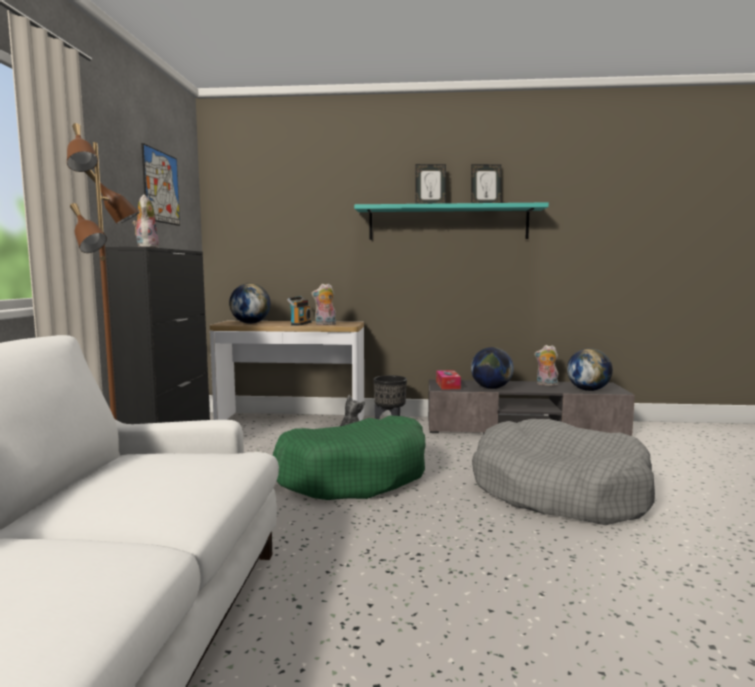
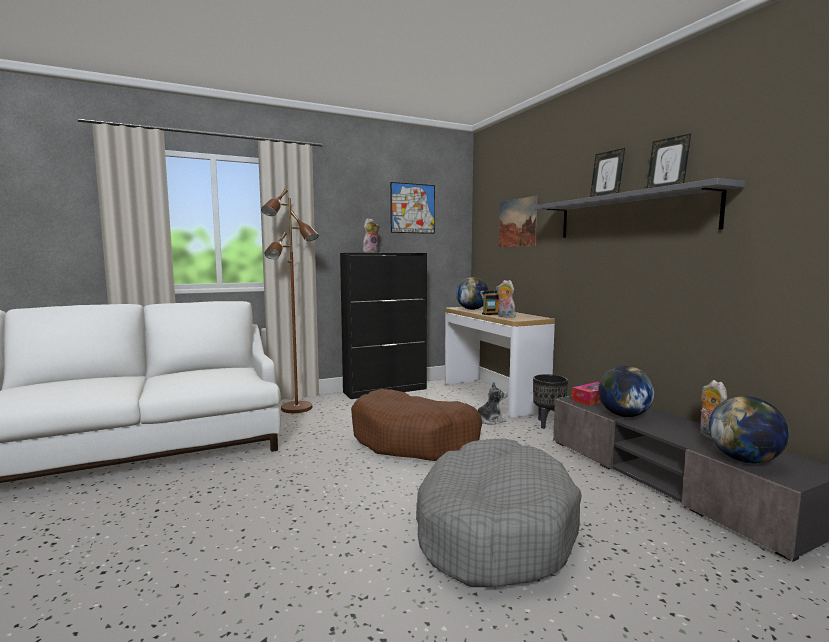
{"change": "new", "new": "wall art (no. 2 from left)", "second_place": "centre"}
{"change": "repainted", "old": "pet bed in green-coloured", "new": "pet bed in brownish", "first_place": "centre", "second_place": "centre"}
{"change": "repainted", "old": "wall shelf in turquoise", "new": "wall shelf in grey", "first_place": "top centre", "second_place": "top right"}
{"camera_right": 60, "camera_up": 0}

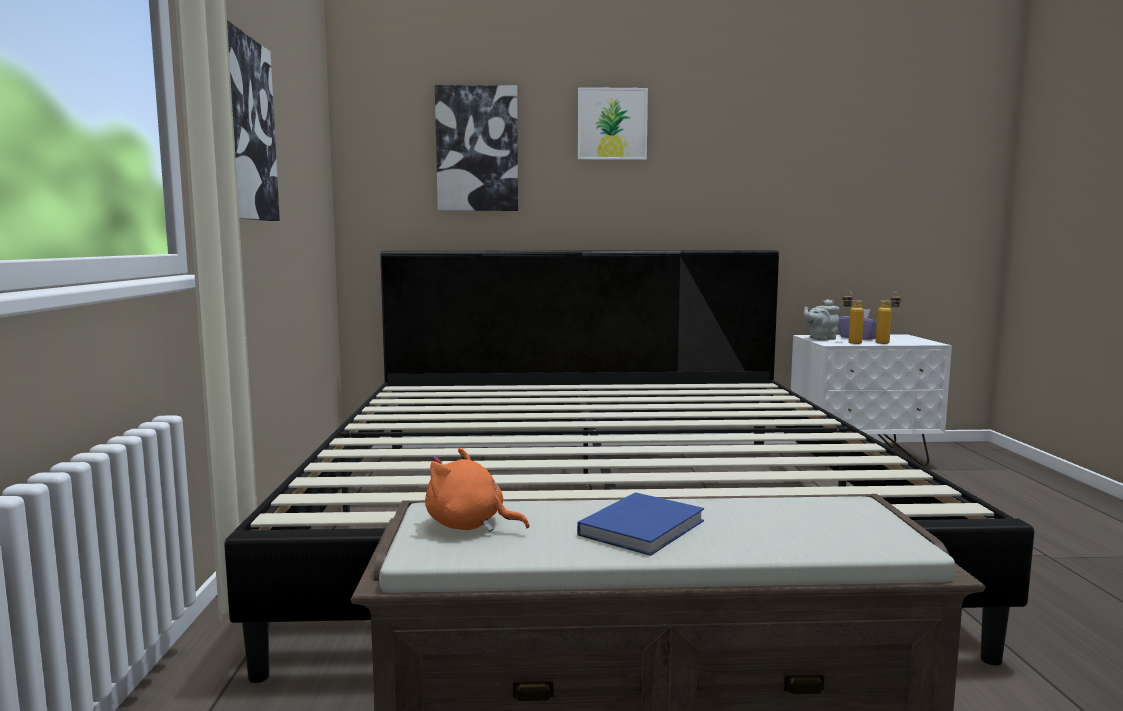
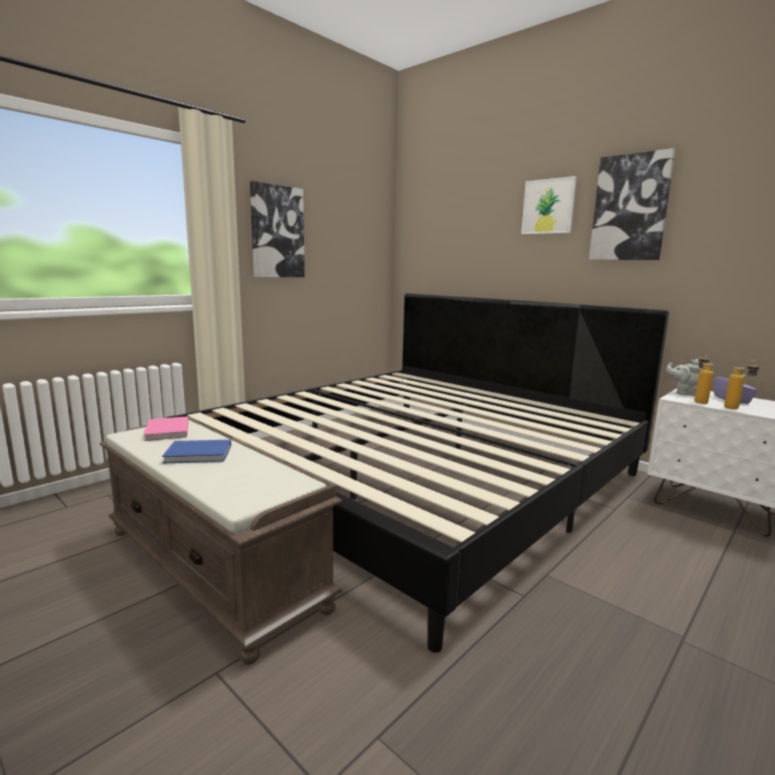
{"change": "shifted", "old": "wall art (no. 2 from left in the first image)", "new": "wall art (no. 3 from left)", "first_place": "top centre", "second_place": "top right"}
{"change": "swapped", "old": "cuddly toy in orange-coloured", "new": "book in pink", "first_place": "bottom centre", "second_place": "middle left"}
{"camera_right": 45, "camera_up": 5}

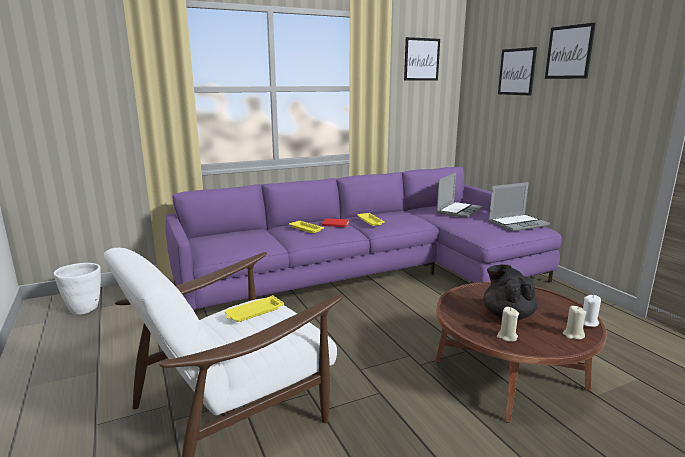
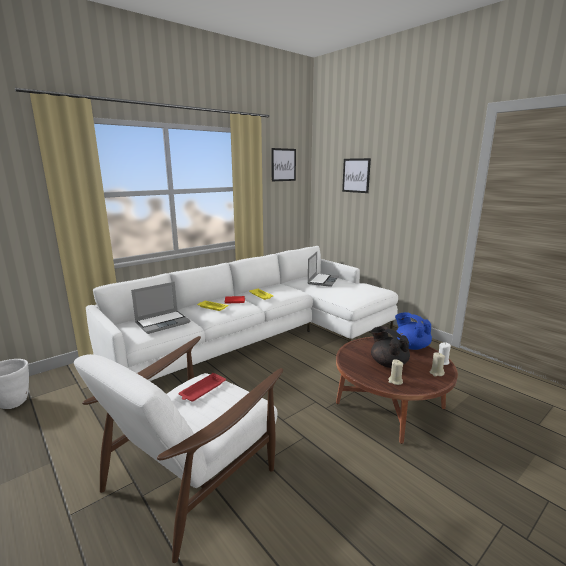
{"change": "gone", "old": "wall art (no. 3 from left)", "first_place": "top right"}
{"change": "new", "new": "pot for tea in bluish", "second_place": "middle right"}
{"change": "shifted", "old": "notebook computer (no. 2 from left in the first image)", "new": "notebook computer (no. 1 from left)", "first_place": "middle right", "second_place": "middle left"}
{"change": "repainted", "old": "settee in purple-coloured", "new": "settee in white-coloured", "first_place": "centre", "second_place": "centre"}
{"change": "repainted", "old": "carrying tray in yellow (no. 1 from left)", "new": "carrying tray in reddish", "first_place": "bottom centre", "second_place": "bottom centre"}
{"camera_right": -15, "camera_up": 0}

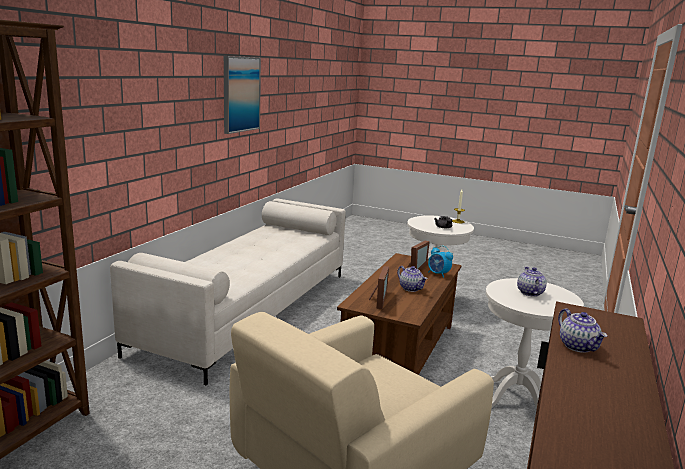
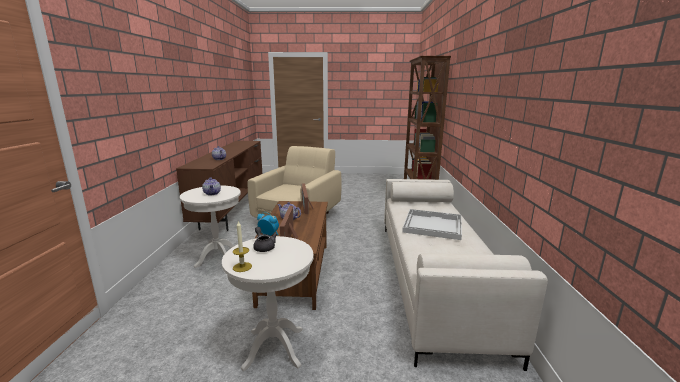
{"change": "gone", "old": "wall art", "first_place": "top centre"}
{"change": "new", "new": "carrying tray in white-coloured", "second_place": "centre"}
{"camera_right": 160, "camera_up": 0}

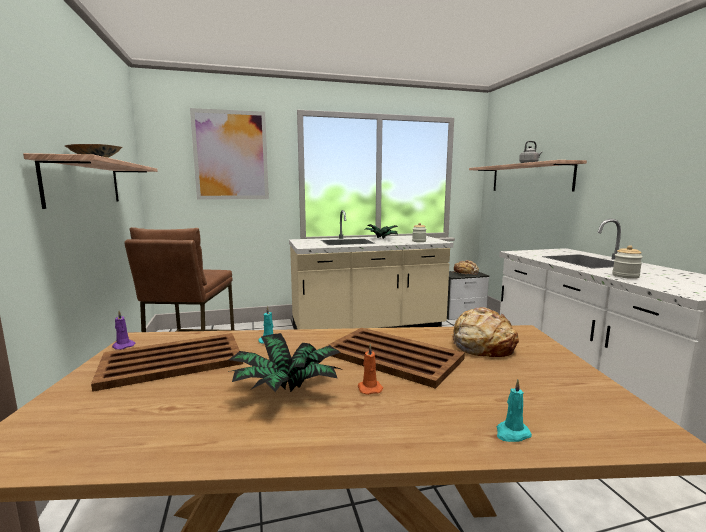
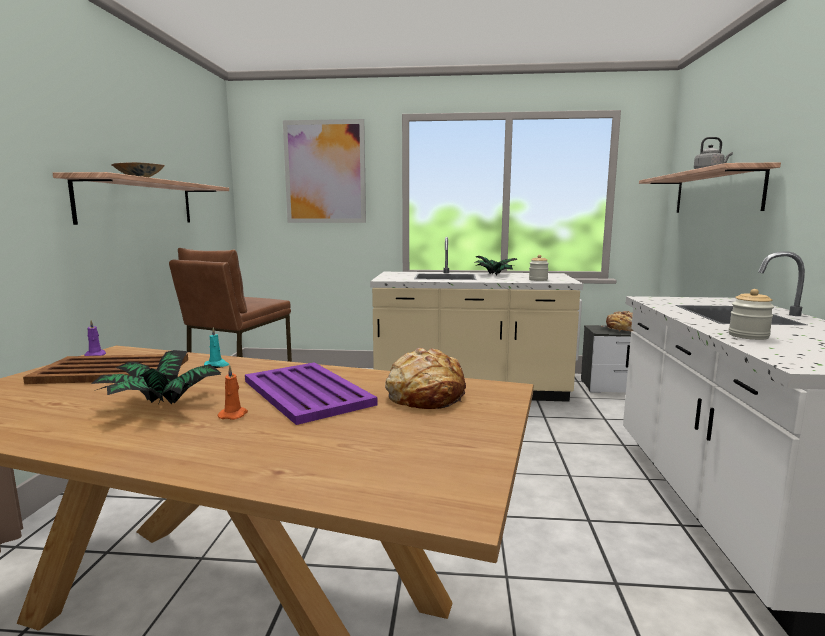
{"change": "gone", "old": "wax candle in turquoise (no. 2 from left)", "first_place": "bottom right"}
{"change": "repainted", "old": "carrying tray in brownish (no. 2 from left)", "new": "carrying tray in purple-coloured", "first_place": "bottom centre", "second_place": "centre"}
{"camera_right": 20, "camera_up": 0}

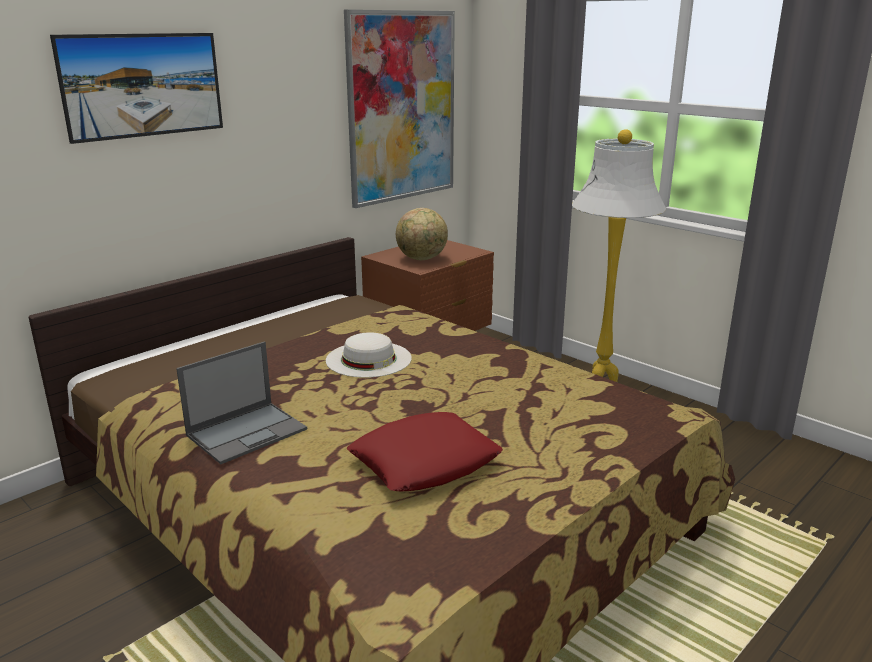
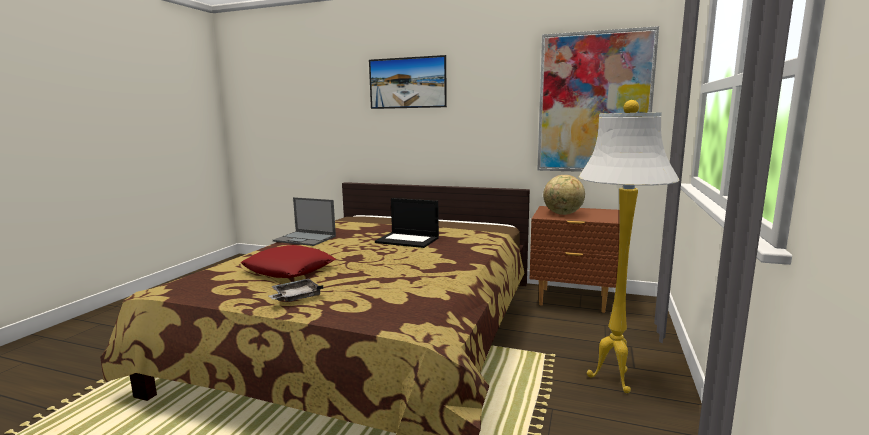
{"change": "new", "new": "carrying tray in grey", "second_place": "bottom centre"}
{"change": "swapped", "old": "wearable hat in white-coloured", "new": "notebook computer (no. 2 from left)", "first_place": "centre", "second_place": "centre"}
{"camera_right": 65, "camera_up": -10}

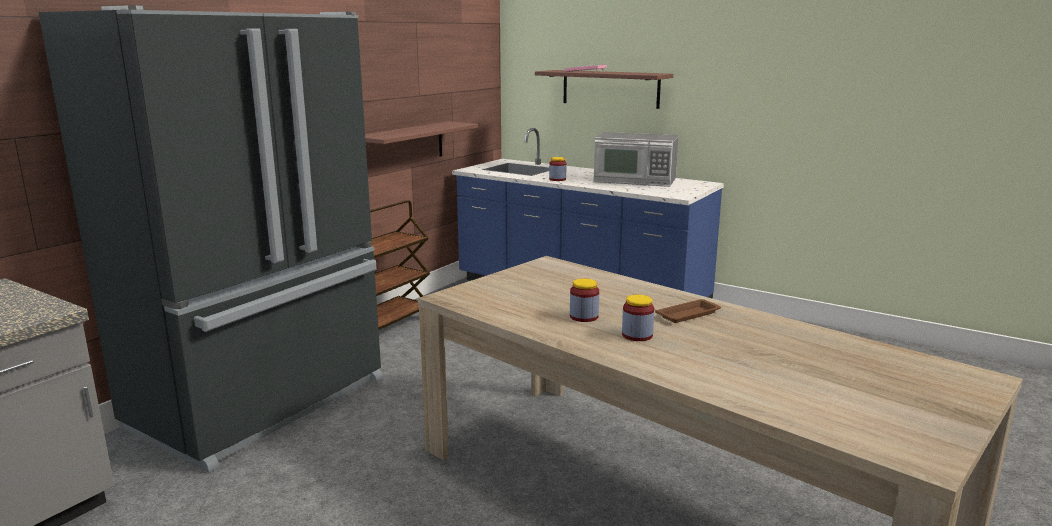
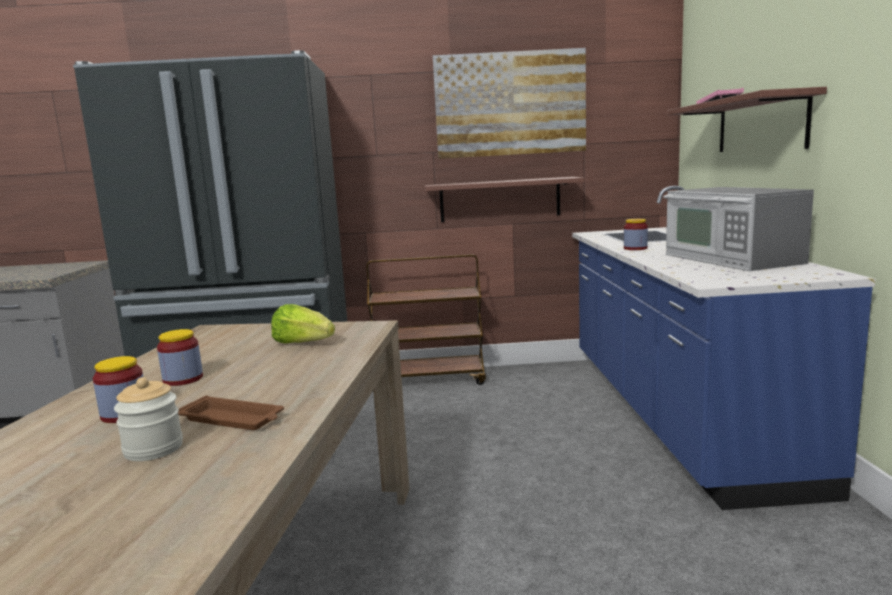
{"change": "new", "new": "jar (no. 2 from left)", "second_place": "bottom left"}
{"change": "new", "new": "head of lettuce", "second_place": "centre"}
{"change": "new", "new": "wall art", "second_place": "top centre"}
{"camera_right": 55, "camera_up": -5}

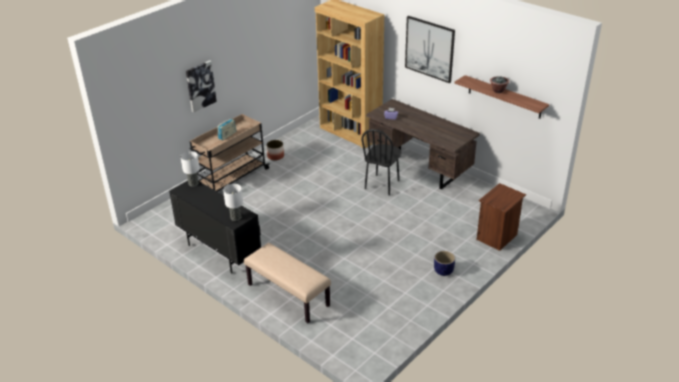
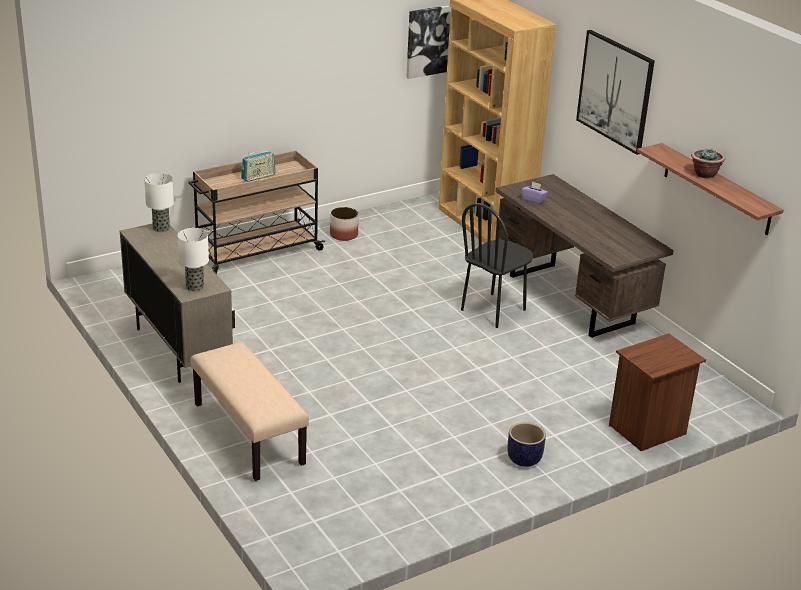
{"change": "shifted", "old": "wall art (no. 1 from left)", "first_place": "top left", "second_place": "top centre"}
{"change": "repainted", "old": "storage cabinet in black-coloured", "new": "storage cabinet in beige", "first_place": "middle left", "second_place": "middle left"}
{"camera_right": 15, "camera_up": -5}

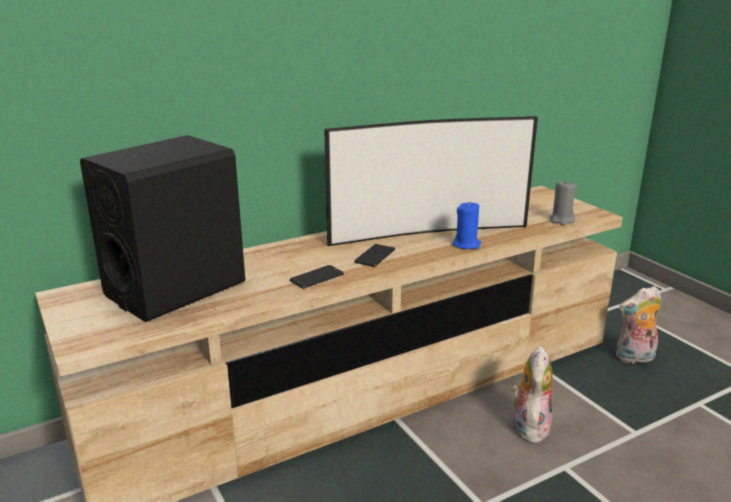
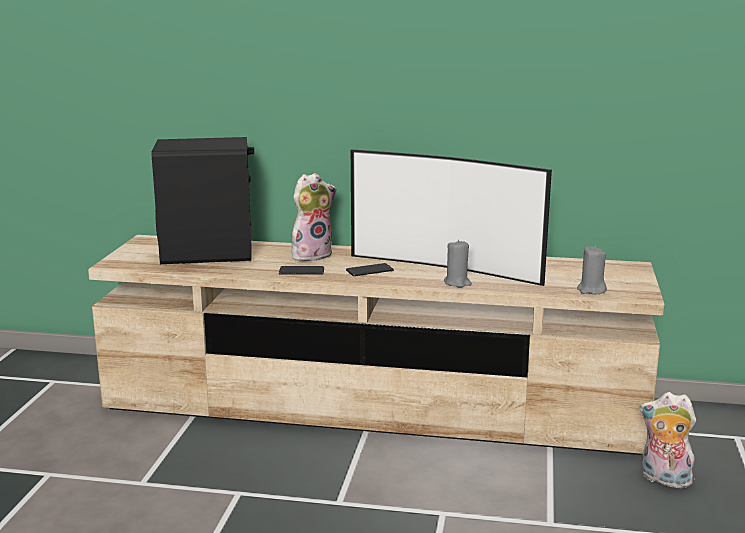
{"change": "shifted", "old": "cuddly toy (no. 1 from left)", "first_place": "bottom right", "second_place": "centre"}
{"change": "repainted", "old": "wax candle in bluish", "new": "wax candle in grey (no. 1 from left)", "first_place": "centre", "second_place": "centre"}
{"camera_right": 40, "camera_up": -5}

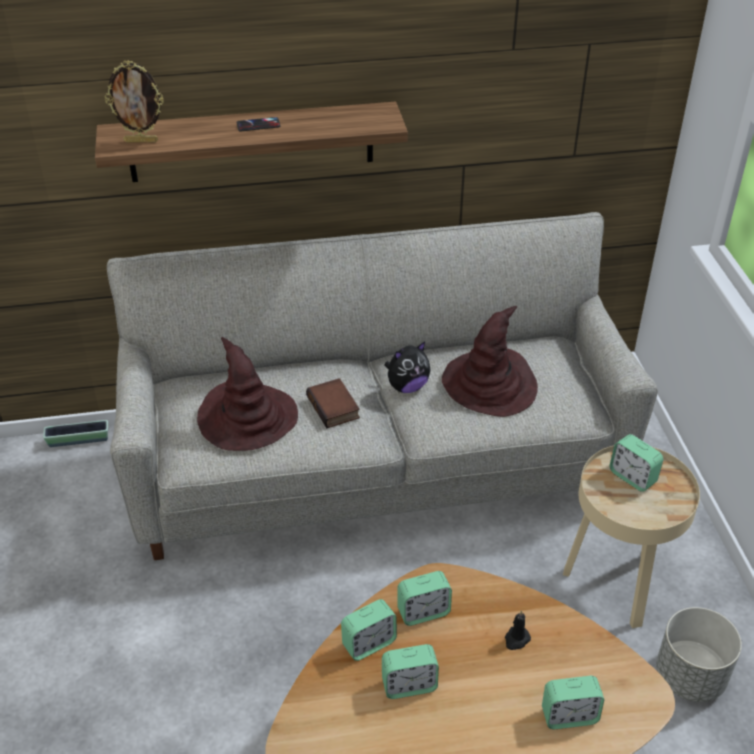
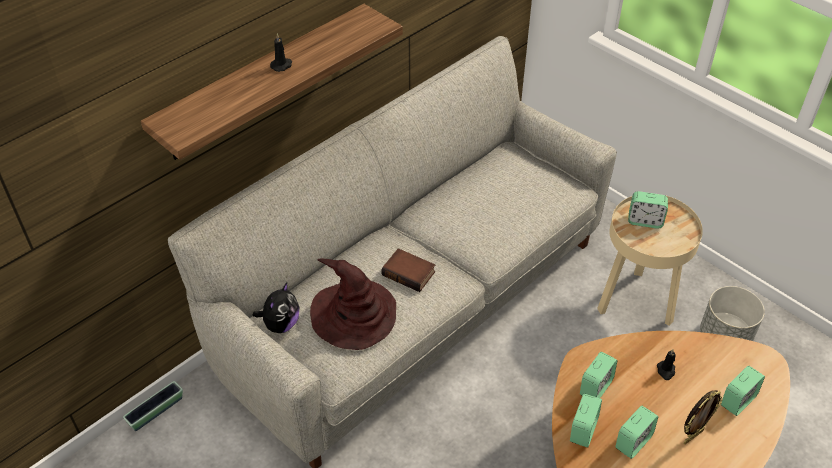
{"change": "gone", "old": "wearable hat in brownish (no. 2 from left)", "first_place": "centre"}
{"change": "shifted", "old": "picture frame", "first_place": "top left", "second_place": "bottom right"}
{"change": "shifted", "old": "cuddly toy", "first_place": "centre", "second_place": "middle left"}
{"change": "swapped", "old": "handset", "new": "wax candle in black-coloured (no. 1 from left)", "first_place": "top centre", "second_place": "top centre"}
{"camera_right": -35, "camera_up": 5}

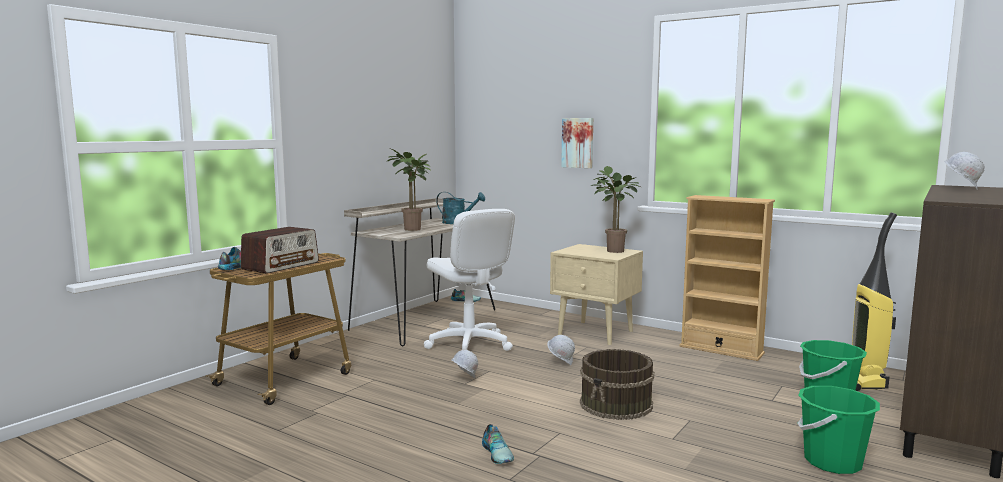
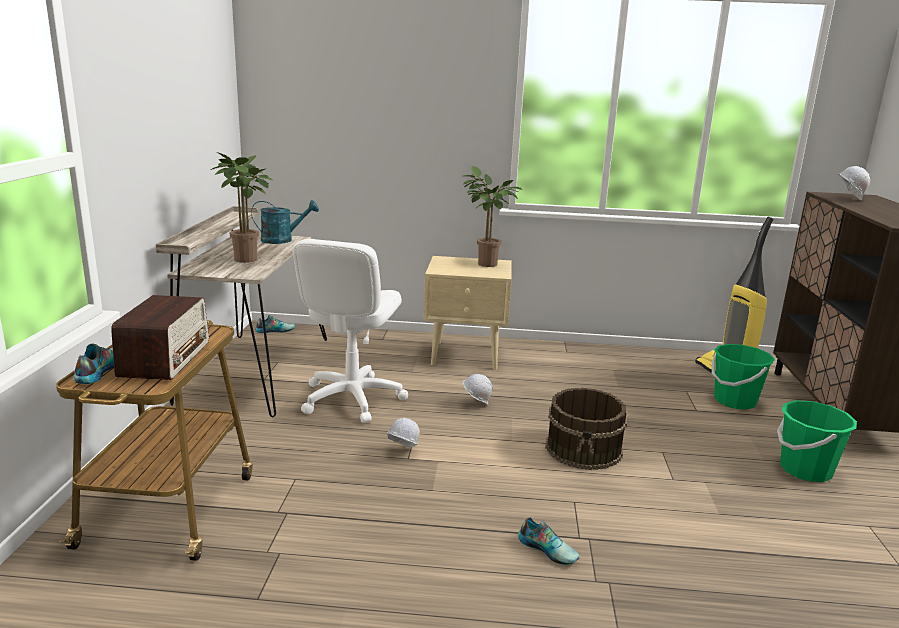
{"change": "gone", "old": "wall art", "first_place": "top centre"}
{"change": "gone", "old": "shelving unit in beige", "first_place": "middle right"}
{"change": "rotated", "old": "computer chair in white-coloured", "first_place": "centre", "second_place": "centre", "degrees": 75}
{"camera_right": -30, "camera_up": 10}

